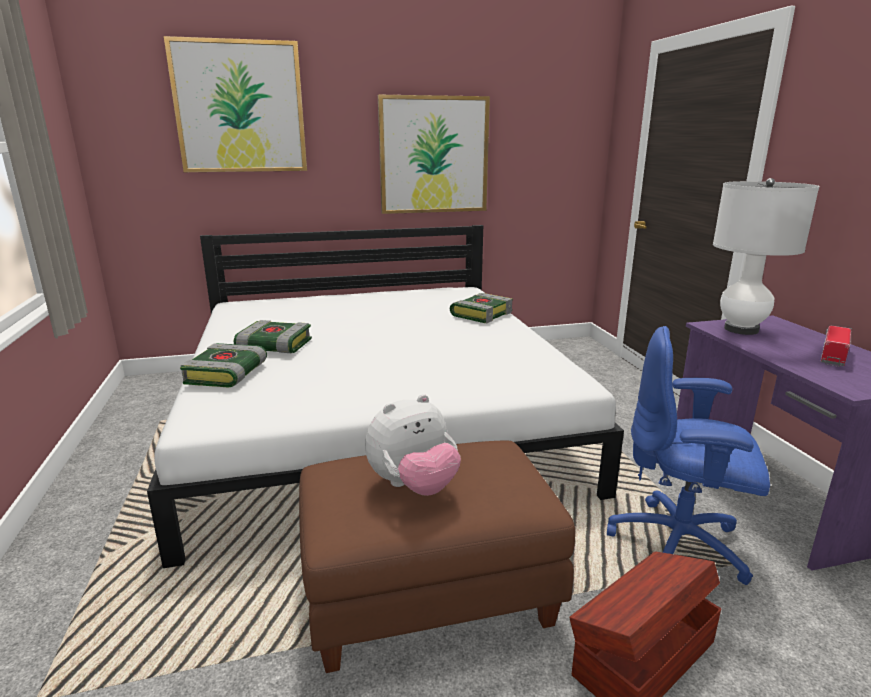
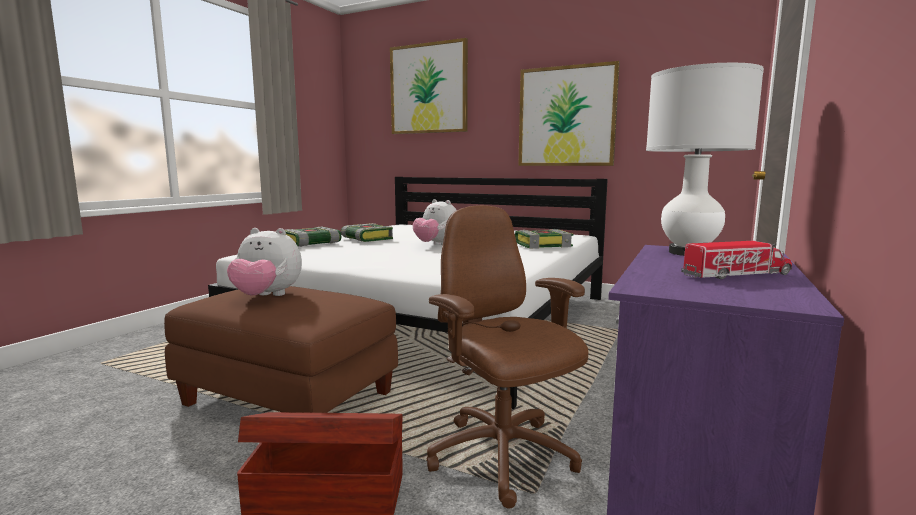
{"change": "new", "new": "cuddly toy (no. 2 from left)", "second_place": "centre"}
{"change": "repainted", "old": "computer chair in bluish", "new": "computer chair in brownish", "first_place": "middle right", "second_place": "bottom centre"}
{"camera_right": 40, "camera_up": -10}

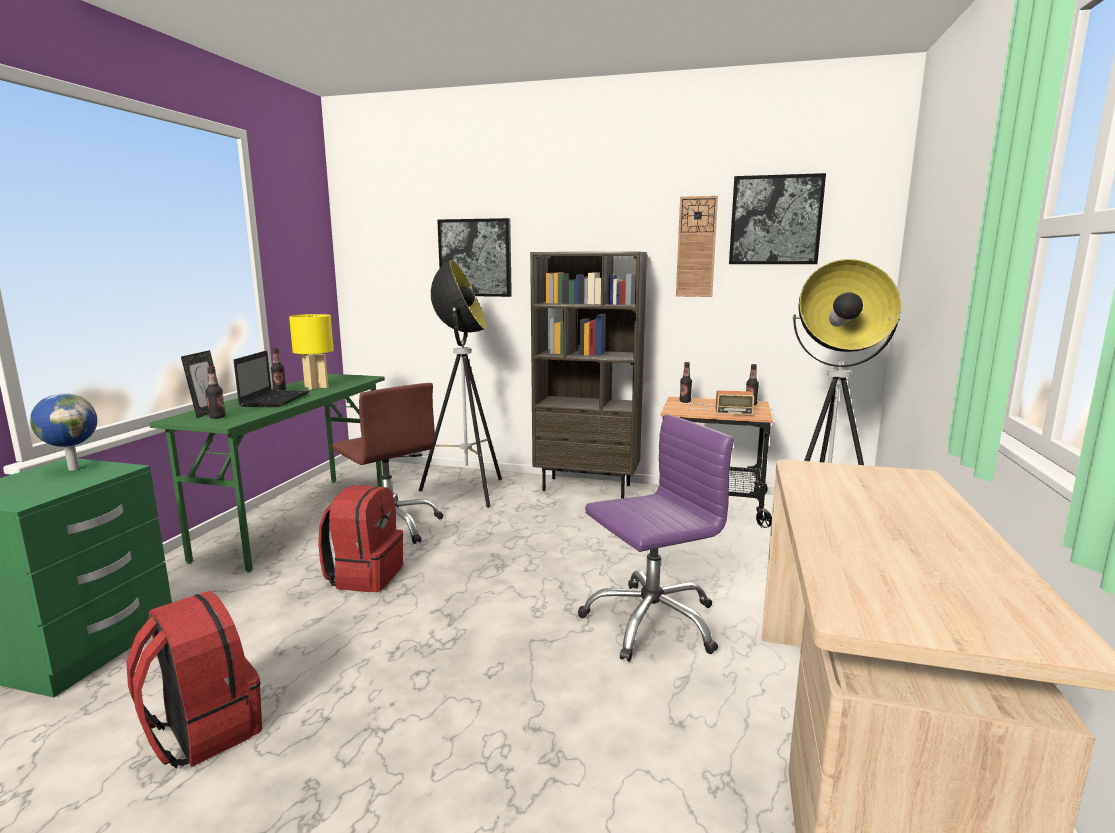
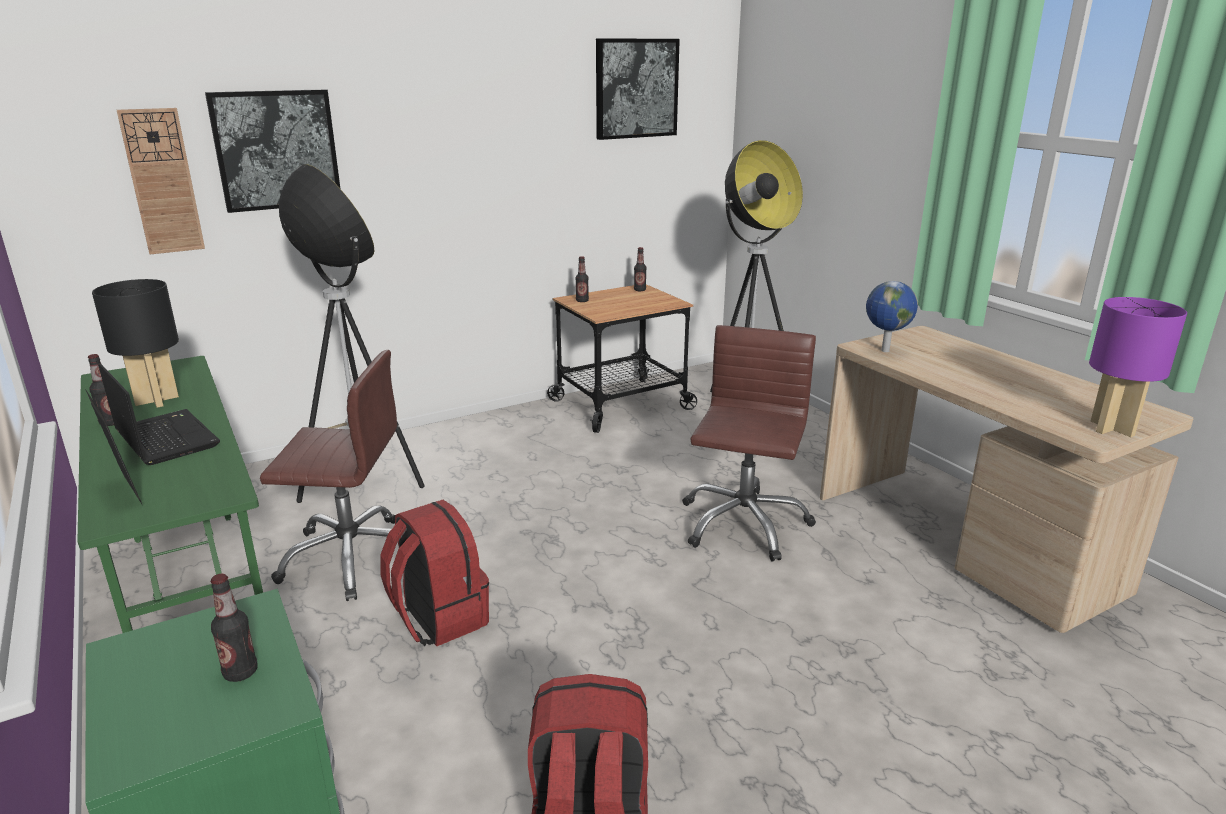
{"change": "gone", "old": "shelving unit in brownish", "first_place": "centre"}
{"change": "gone", "old": "radio set", "first_place": "centre"}
{"change": "new", "new": "tabletop lamp in purple-coloured", "second_place": "middle right"}
{"change": "shifted", "old": "world globe", "first_place": "middle left", "second_place": "middle right"}
{"change": "shifted", "old": "drink bottle (no. 1 from left in the first image)", "new": "drink bottle (no. 2 from left)", "first_place": "middle left", "second_place": "bottom left"}
{"change": "shifted", "old": "wall clock", "first_place": "top centre", "second_place": "top left"}
{"change": "repainted", "old": "tabletop lamp in yellow", "new": "tabletop lamp in black-coloured", "first_place": "middle left", "second_place": "middle left"}
{"change": "repainted", "old": "computer chair in purple-coloured", "new": "computer chair in brownish (no. 2 from left)", "first_place": "centre", "second_place": "centre"}
{"camera_right": -45, "camera_up": 10}

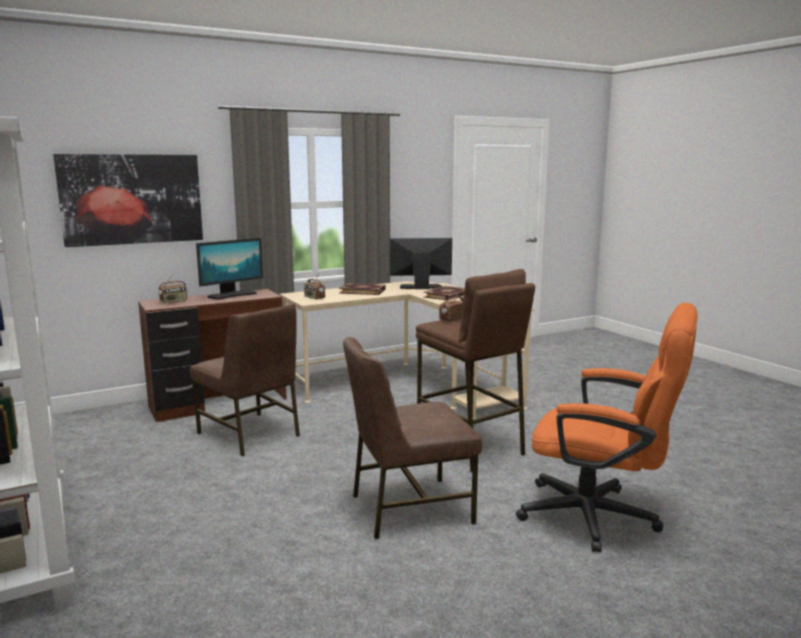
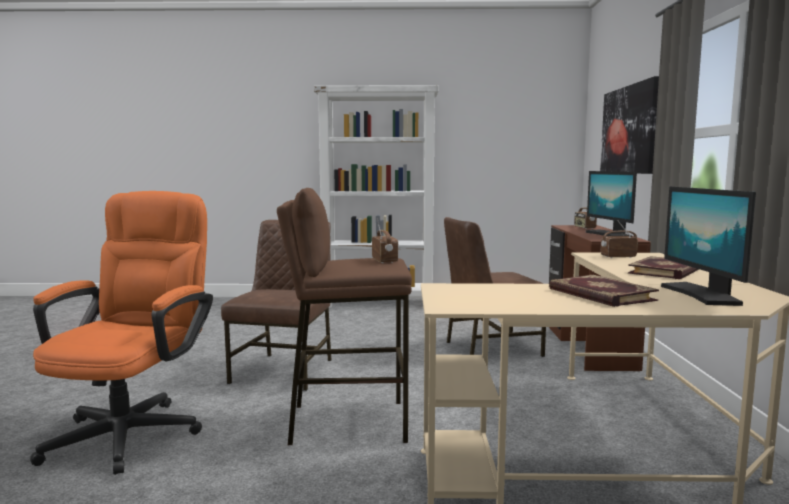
{"change": "rotated", "old": "monitor (no. 2 from left)", "first_place": "centre", "second_place": "middle right", "degrees": 150}
{"change": "rotated", "old": "computer chair in orange-coloured", "first_place": "bottom right", "second_place": "middle left", "degrees": 135}
{"camera_right": 120, "camera_up": -5}

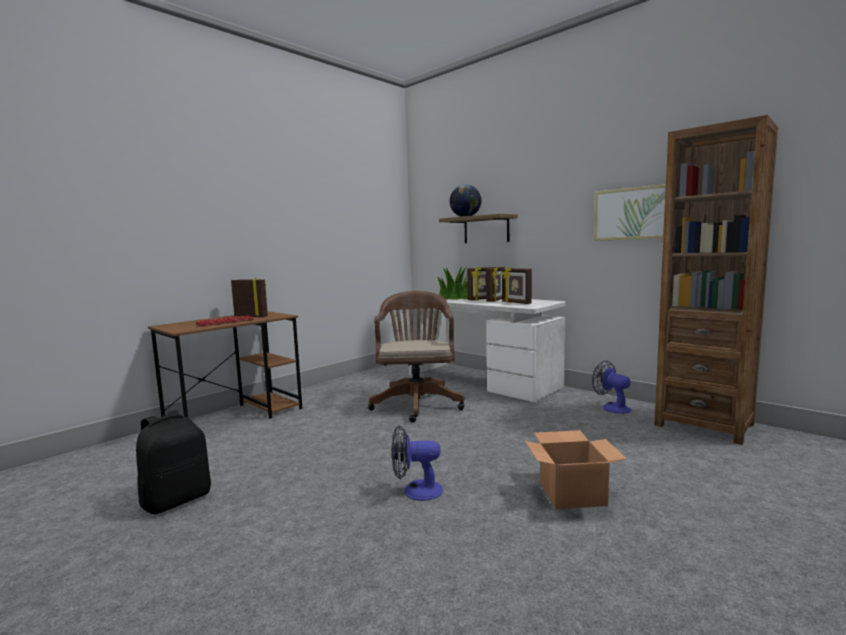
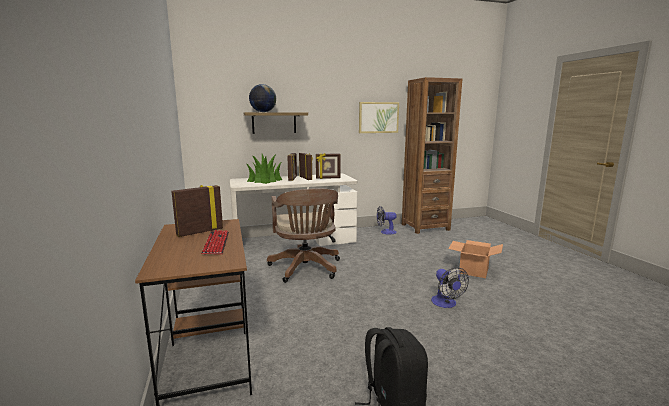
{"change": "rotated", "old": "computer chair in brownish", "first_place": "centre", "second_place": "centre", "degrees": -135}
{"change": "rotated", "old": "electric fan (no. 1 from left in the first image)", "first_place": "bottom centre", "second_place": "bottom right", "degrees": -45}
{"camera_right": -60, "camera_up": 5}

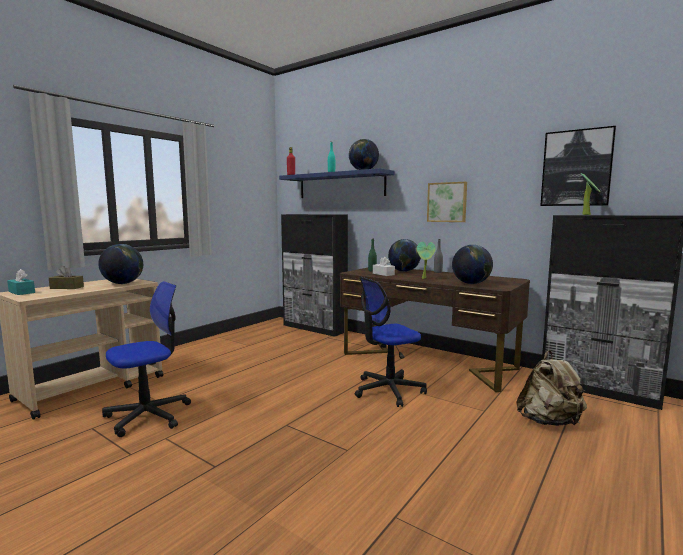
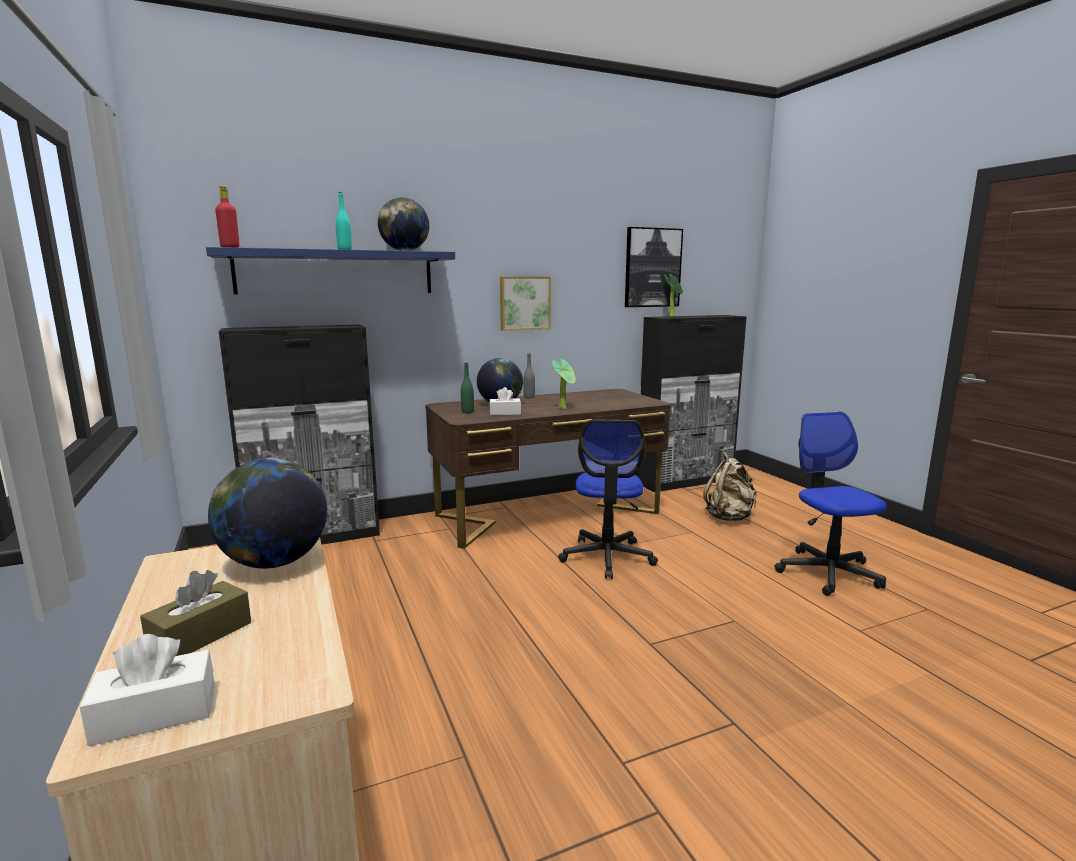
{"change": "gone", "old": "world globe (no. 4 from left)", "first_place": "middle right"}
{"change": "shifted", "old": "computer chair (no. 1 from left in the first image)", "new": "computer chair (no. 2 from left)", "first_place": "middle left", "second_place": "middle right"}
{"change": "repainted", "old": "tissue box in turquoise", "new": "tissue box in white-coloured (no. 1 from left)", "first_place": "middle left", "second_place": "bottom left"}
{"camera_right": -60, "camera_up": 5}

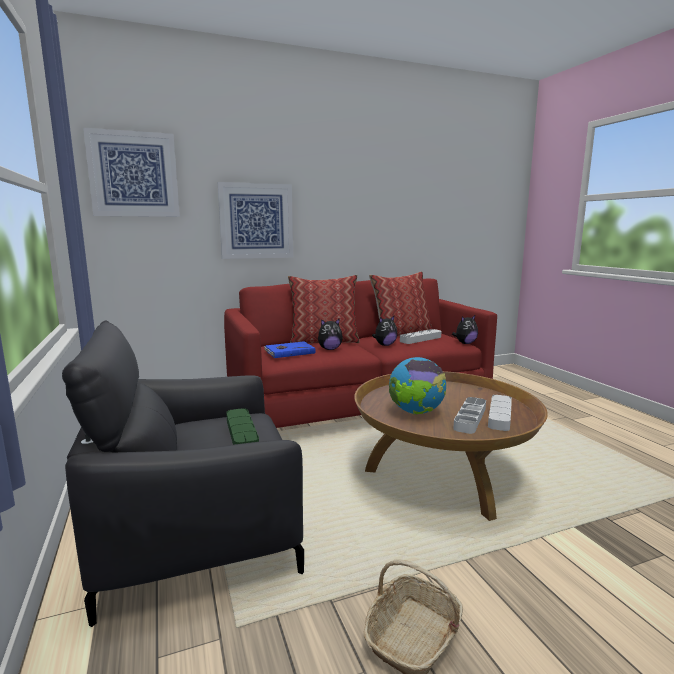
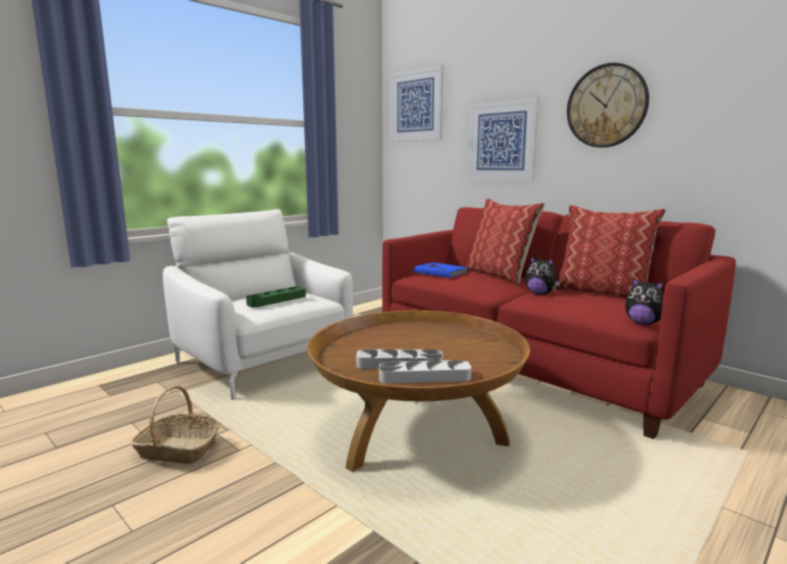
{"change": "gone", "old": "cuddly toy (no. 1 from left)", "first_place": "centre"}
{"change": "gone", "old": "world globe", "first_place": "centre"}
{"change": "gone", "old": "carrying tray in grey (no. 1 from left)", "first_place": "centre"}
{"change": "new", "new": "wall clock", "second_place": "top right"}
{"change": "repainted", "old": "easy chair in black-coloured", "new": "easy chair in white-coloured", "first_place": "bottom left", "second_place": "middle left"}
{"camera_right": 65, "camera_up": 0}

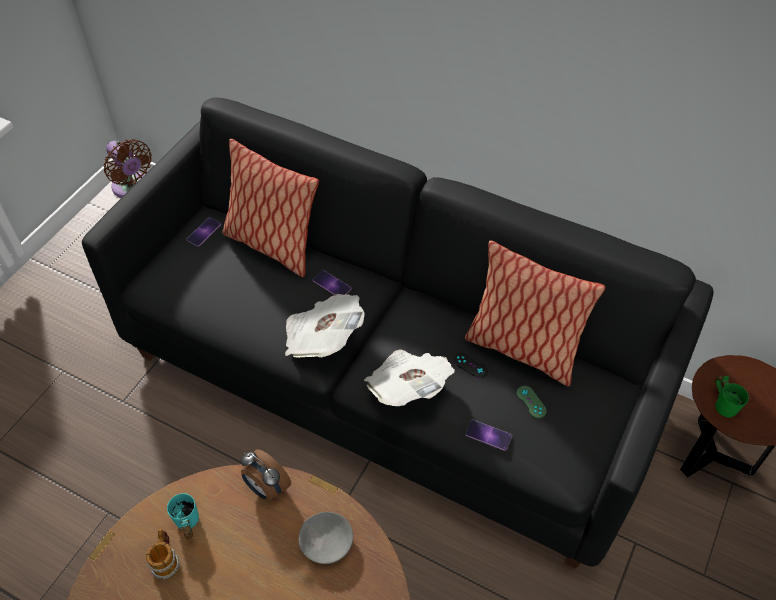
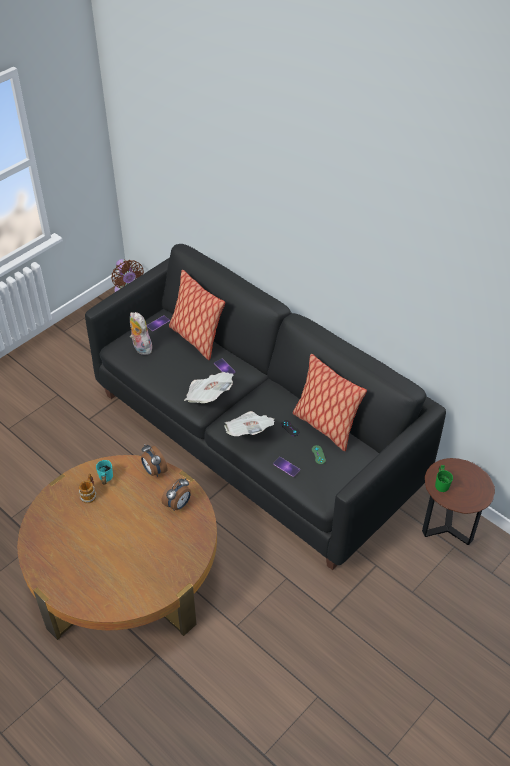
{"change": "new", "new": "cuddly toy", "second_place": "middle left"}
{"change": "swapped", "old": "deep dish in grey", "new": "bedside clock (no. 2 from left)", "first_place": "bottom centre", "second_place": "centre"}
{"camera_right": 15, "camera_up": -5}

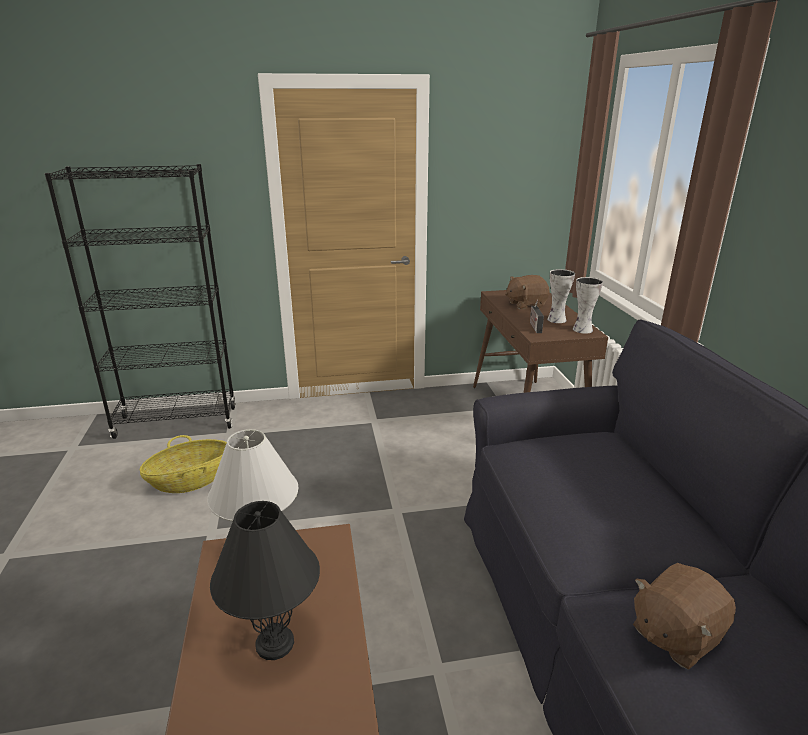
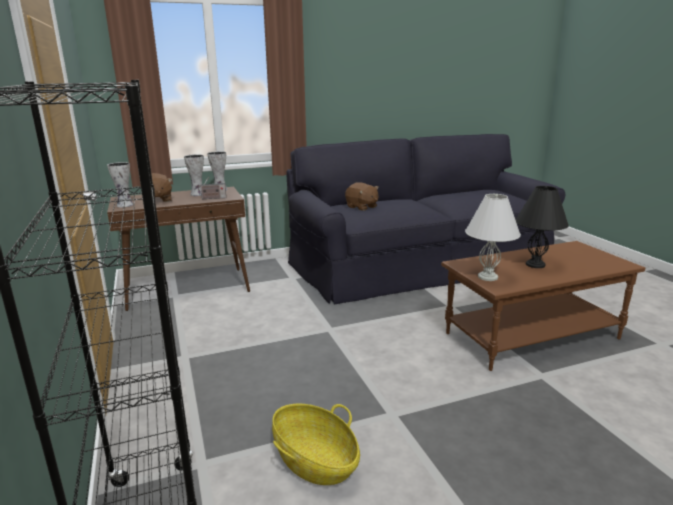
{"change": "new", "new": "vase (no. 1 from left)", "second_place": "middle left"}
{"change": "shifted", "old": "cuddly toy in brownish (no. 2 from left)", "first_place": "bottom right", "second_place": "centre"}
{"camera_right": -100, "camera_up": -5}

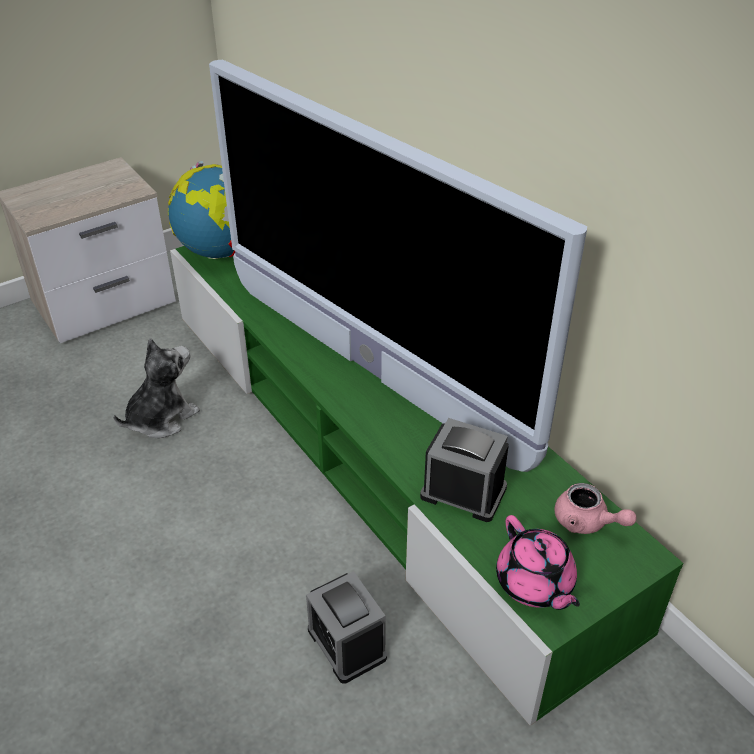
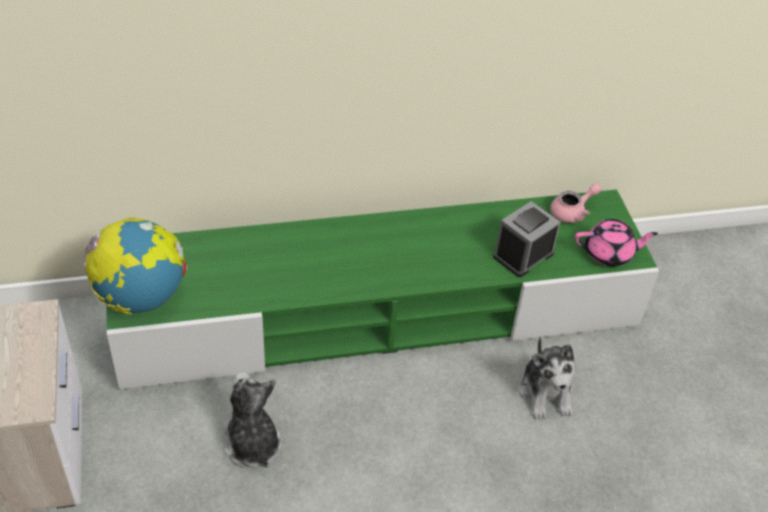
{"change": "gone", "old": "television", "first_place": "centre"}
{"change": "swapped", "old": "bedside clock (no. 1 from left)", "new": "cuddly toy (no. 2 from left)", "first_place": "bottom centre", "second_place": "bottom right"}
{"camera_right": -70, "camera_up": 5}

